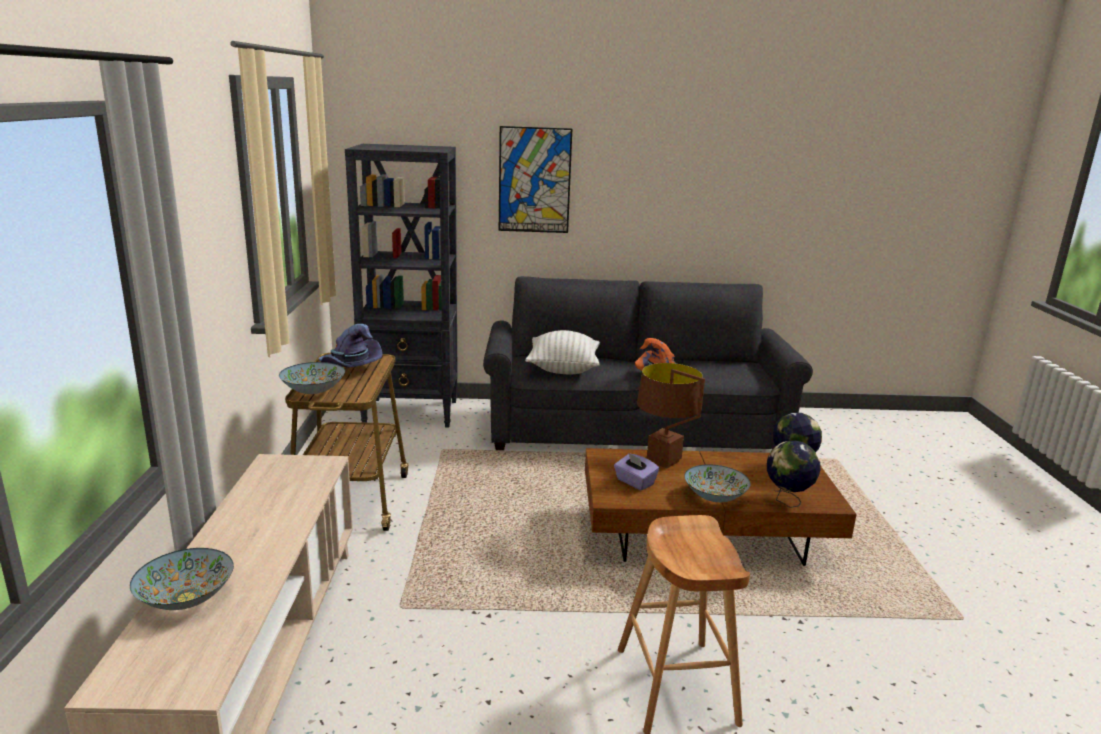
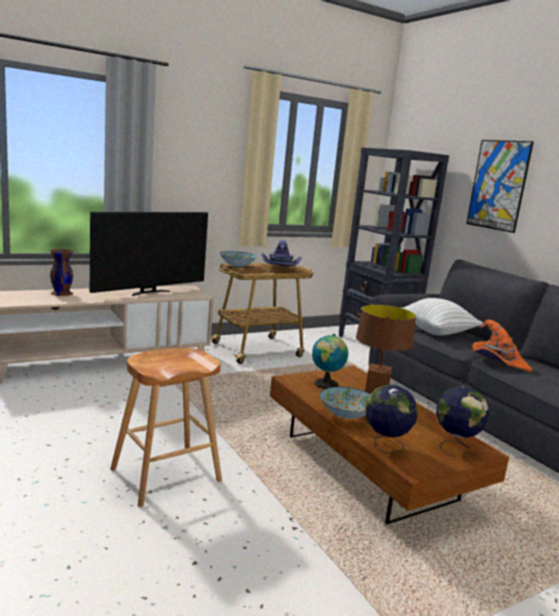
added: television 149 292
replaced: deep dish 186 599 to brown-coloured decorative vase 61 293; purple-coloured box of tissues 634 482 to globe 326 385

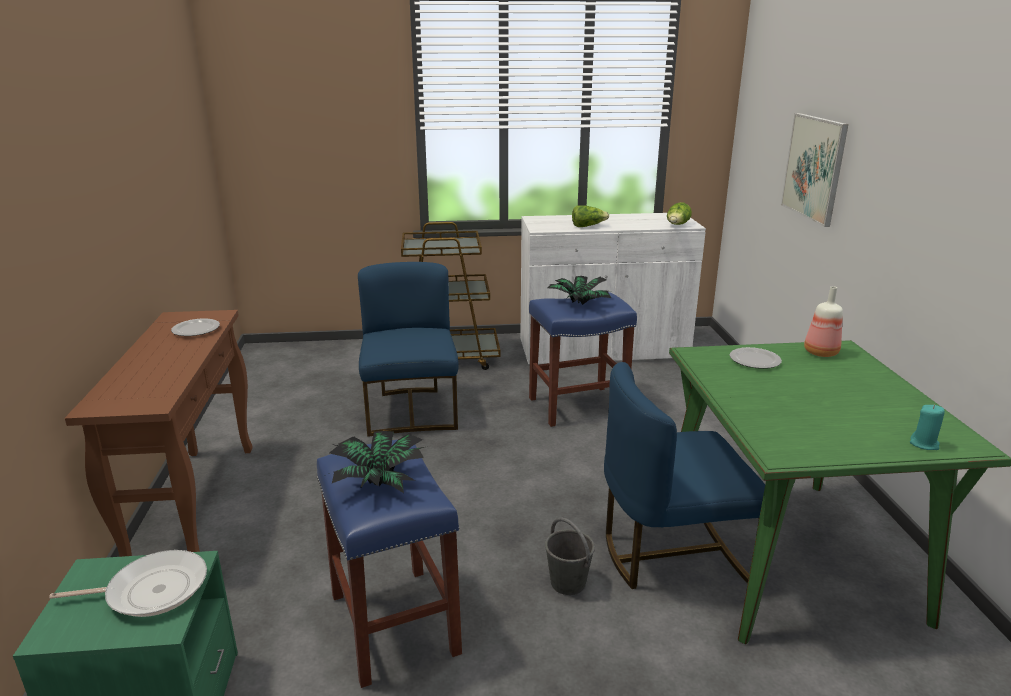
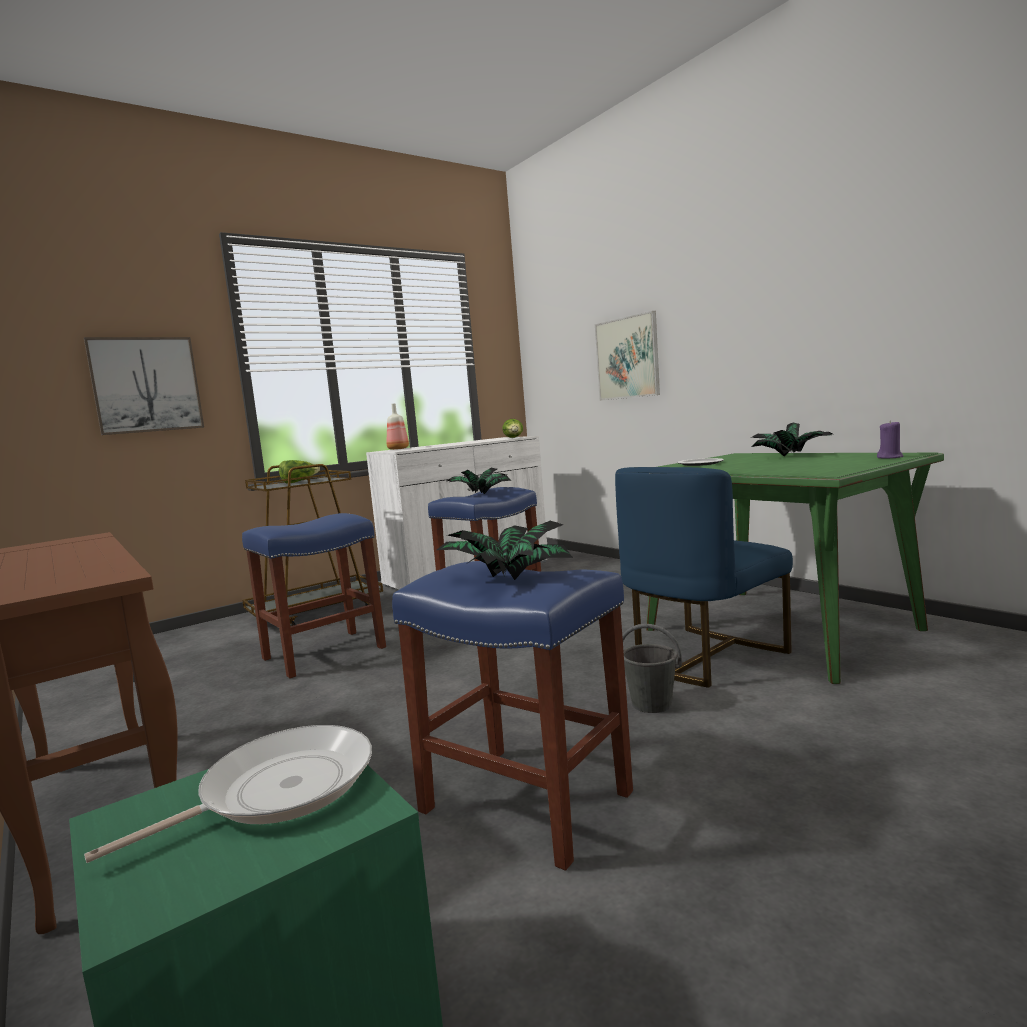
removed: flat dish 196 329
added: wall picture 146 385; houseplant 791 456
moved: head of lettuce 588 226 to 299 482; drink bottle 820 353 to 398 449
replaced: bluish chair 411 411 to bluish sitting stool 325 652
recoloured: turquoise candle 924 444 to purple-coloured candle 890 457

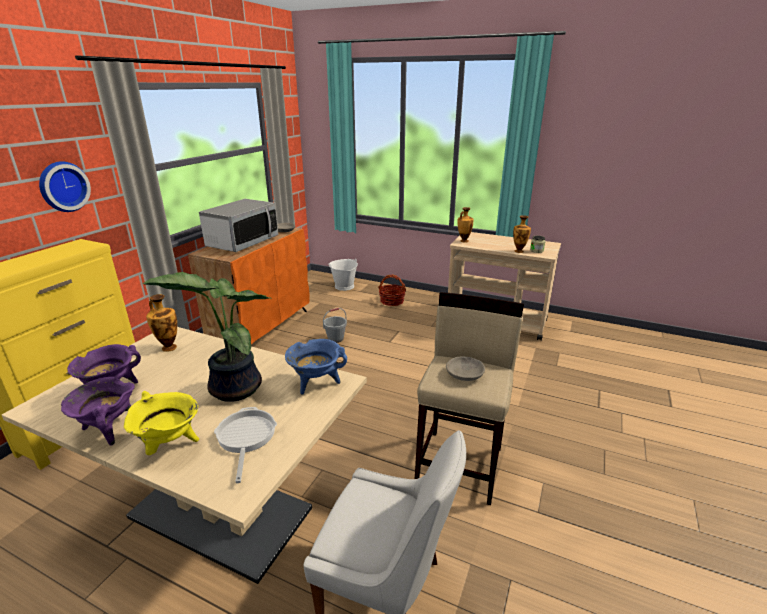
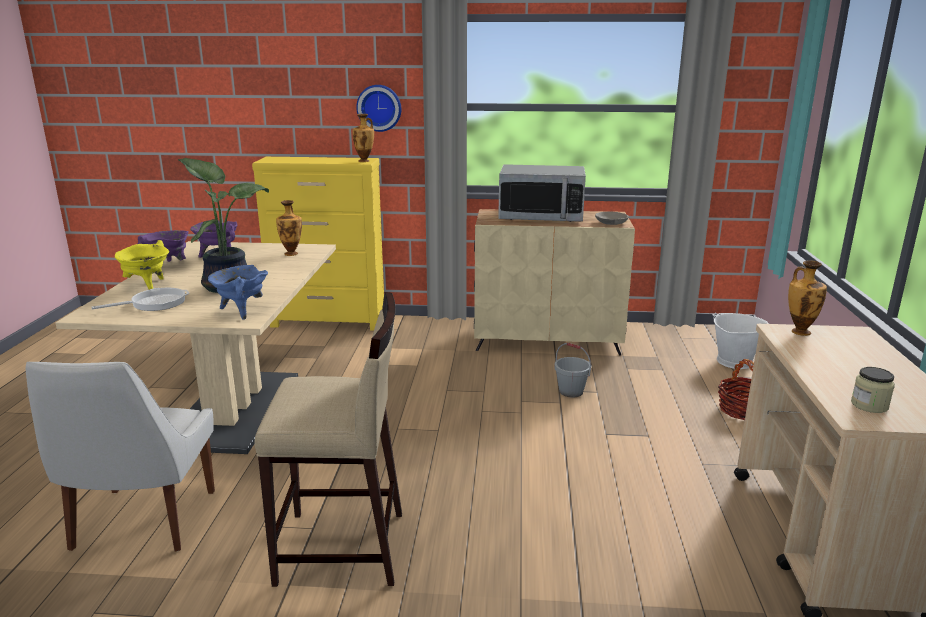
removed: grey deep dish 465 374
moved: decorative vase 519 251 to 364 161
recoloured: orangey storage cabinet 262 328 to sand-coloured storage cabinet 548 341

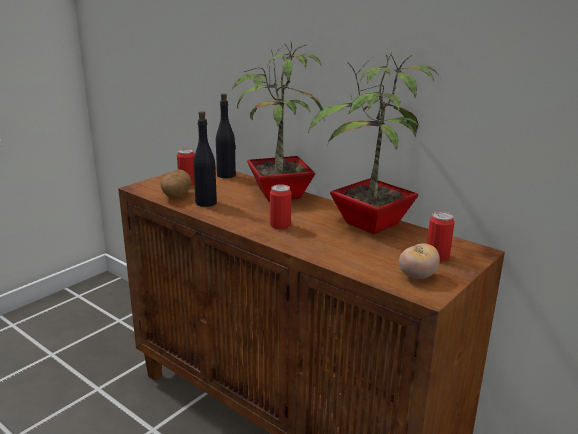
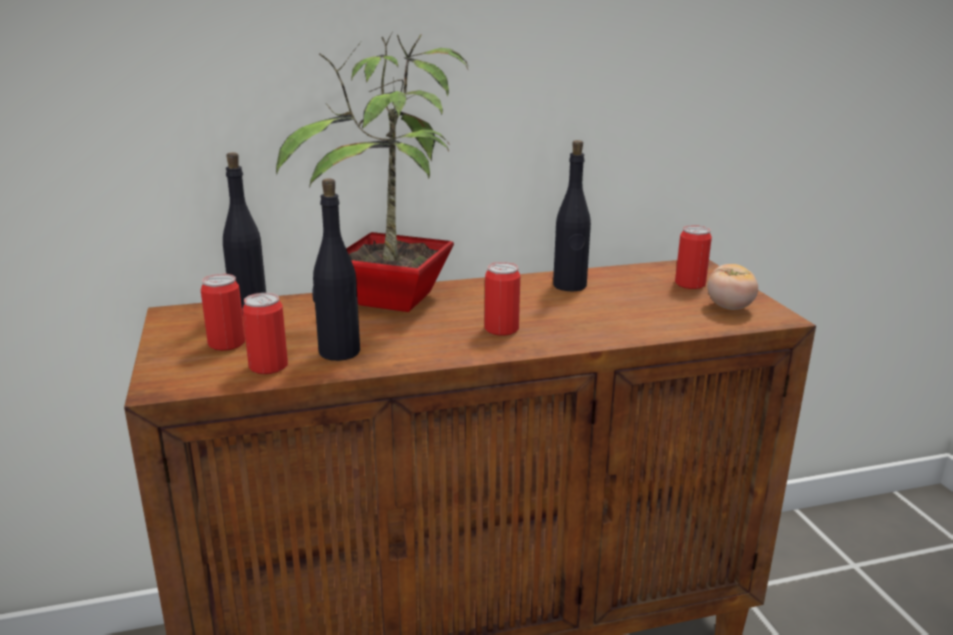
replaced: potato 176 196 to metal can 268 366; houseplant 369 225 to black-coloured drink bottle 569 286

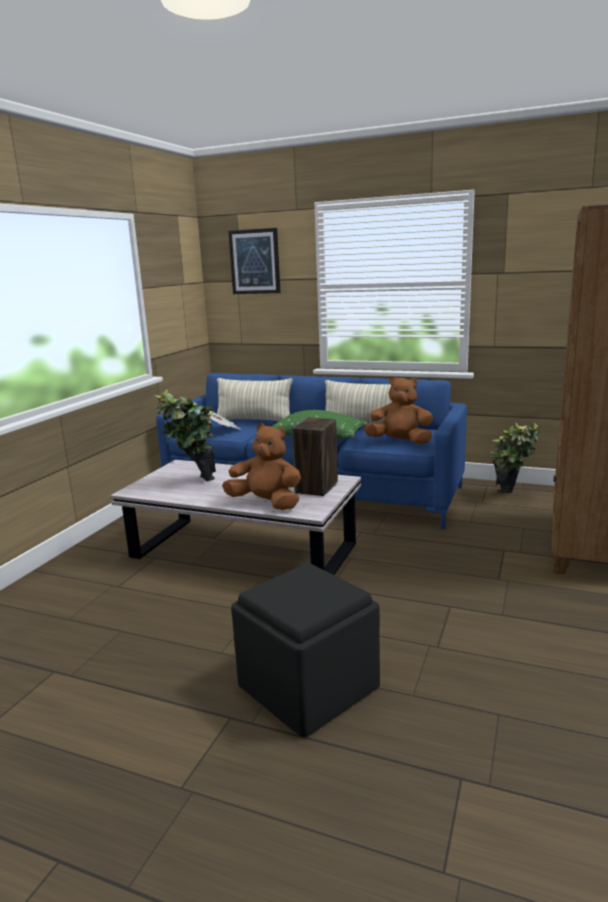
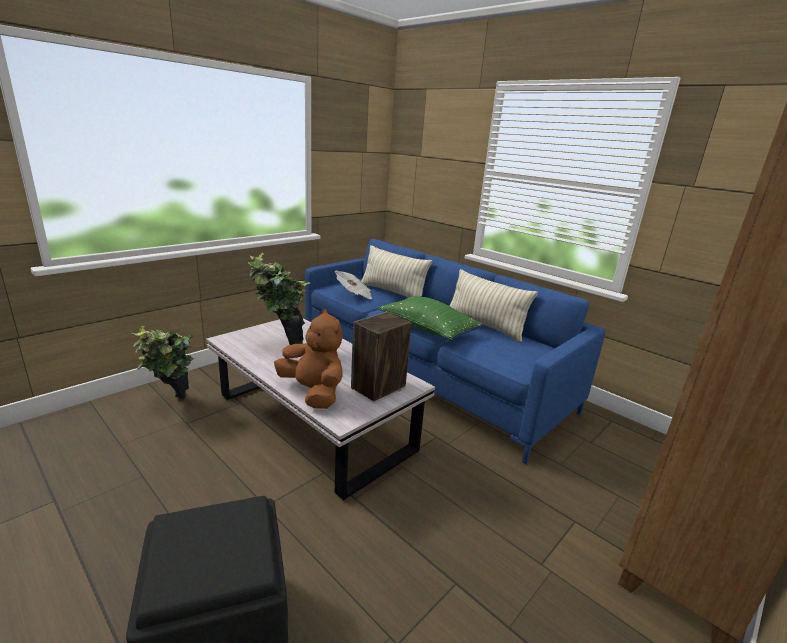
removed: wall picture 255 261; brown-coloured soft toy 400 442
moved: houseplant 512 497 to 172 405

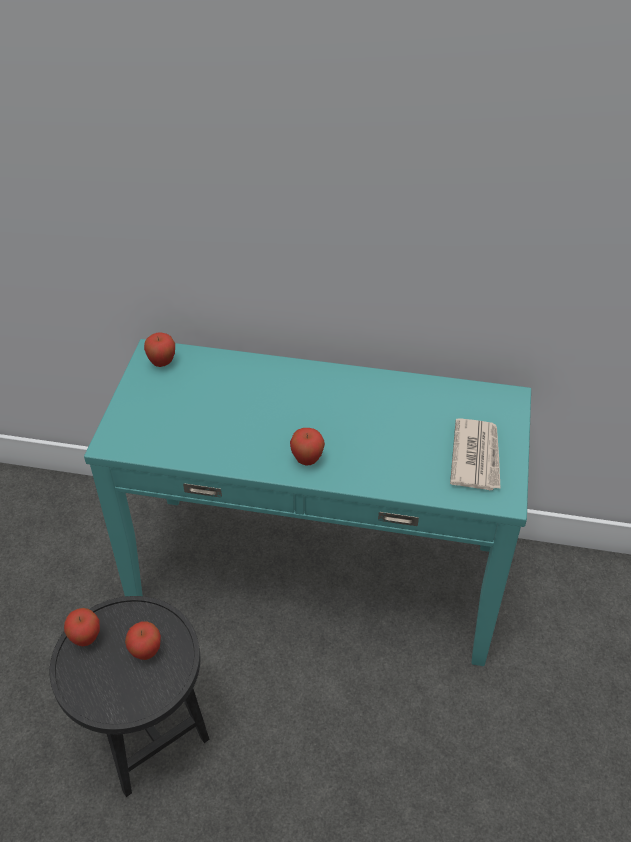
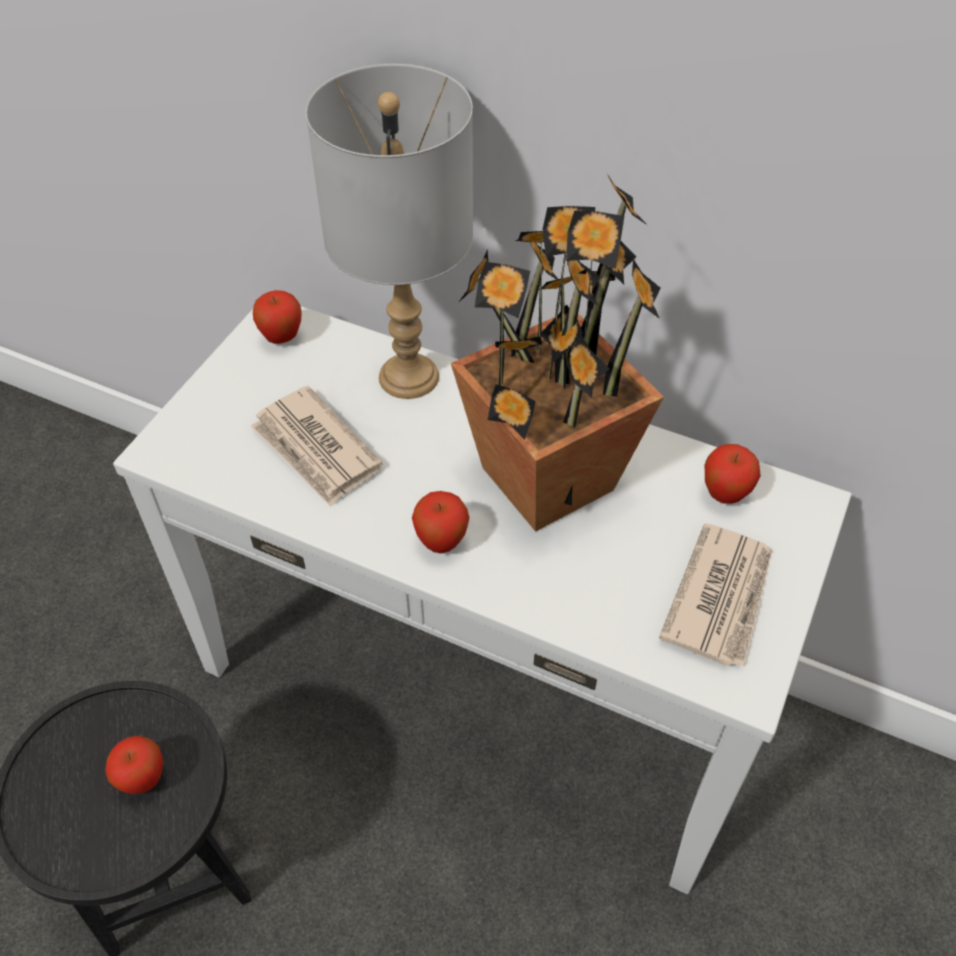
added: newspaper 316 449; grey table lamp 407 377; houseplant 545 478
moved: whole apple 86 638 to 725 494
recoloured: turquoise narrow table 315 573 to whitish narrow table 479 682

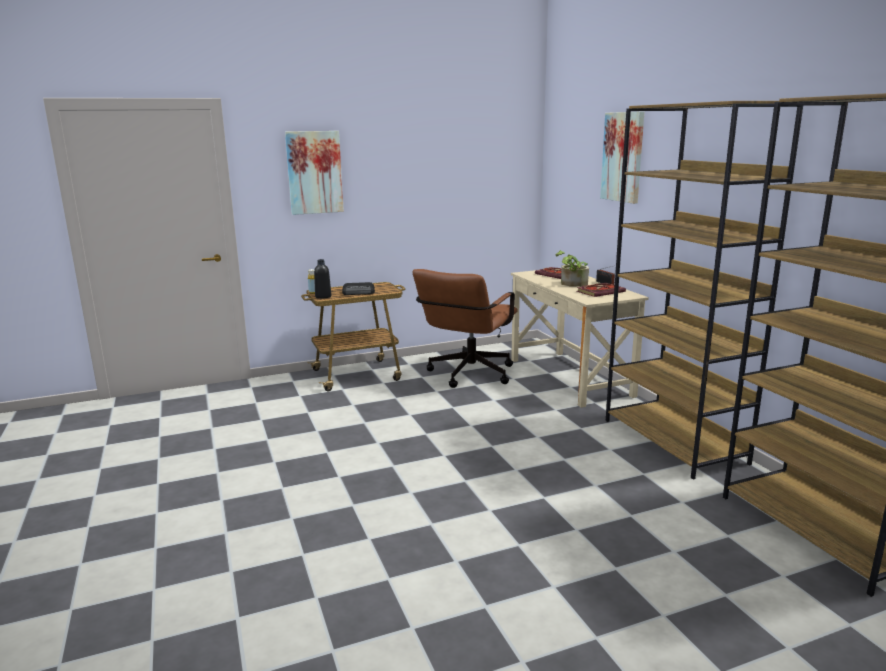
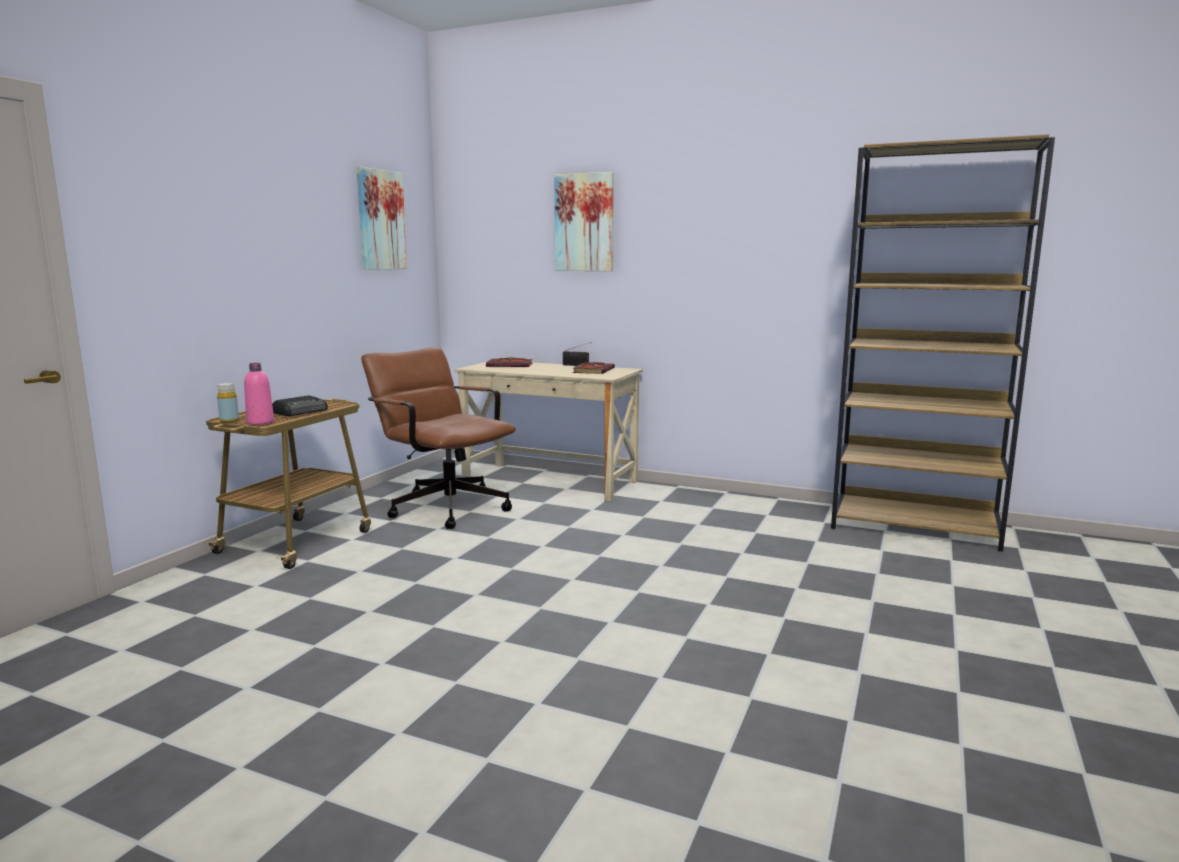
removed: houseplant 571 284; brown-coloured shelving unit 674 441
moved: wall picture 314 172 to 380 220
recoloured: black-coloured drink bottle 323 296 to pink-coloured drink bottle 260 422
turned: brown-coloured computer chair 467 376 = 443 506 150 degrees clockwise

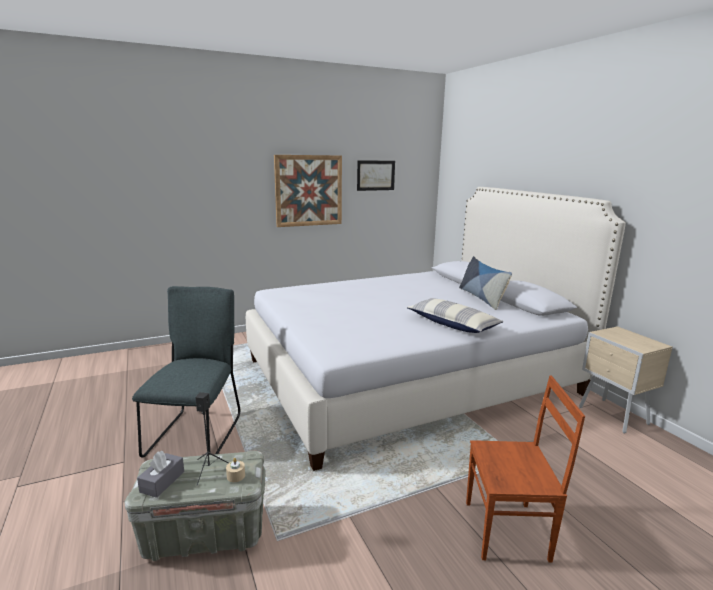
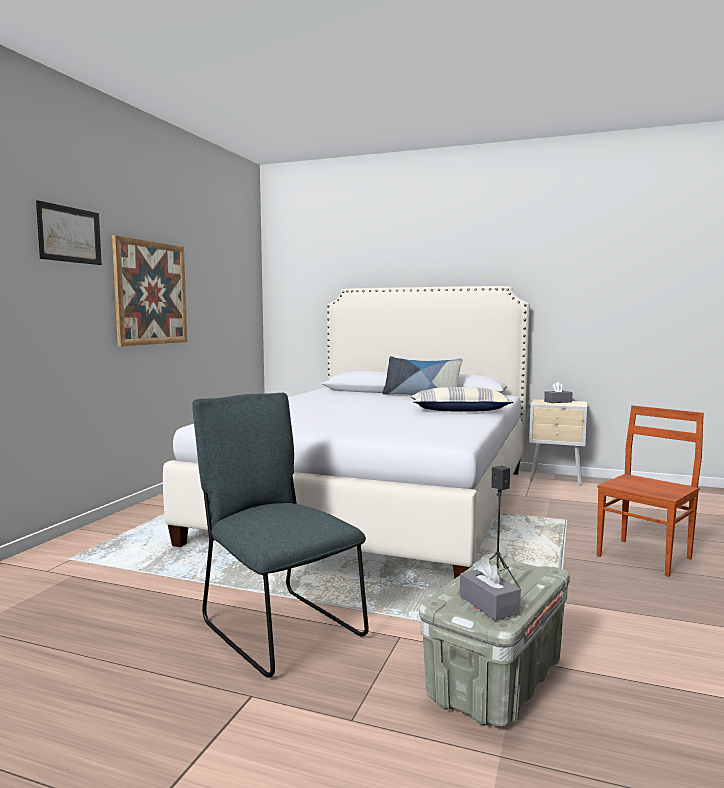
removed: sand-coloured candle 236 476
added: grey box of tissues 558 402
moved: wall picture 375 175 to 70 234

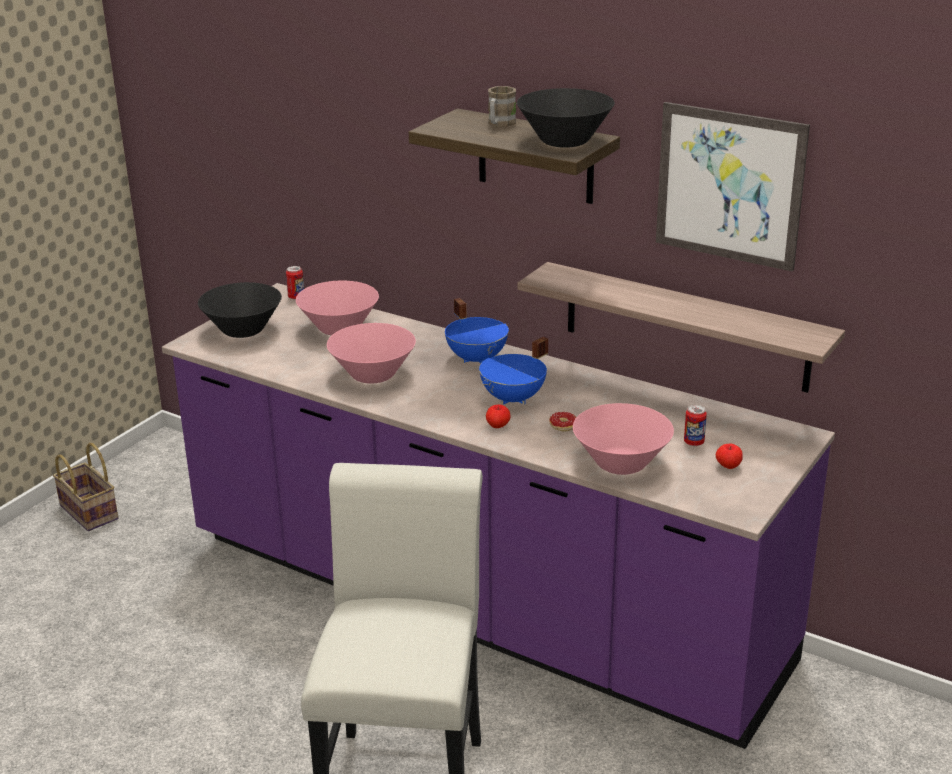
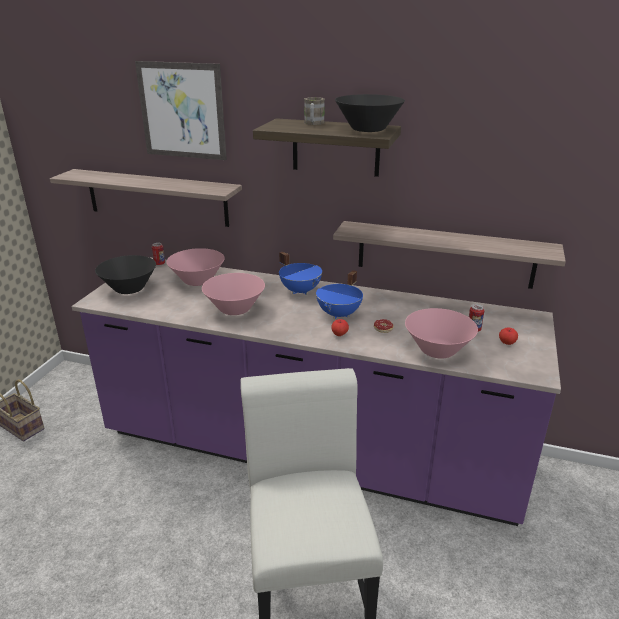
added: wall shelf 156 197
moved: wall picture 729 186 to 182 111

